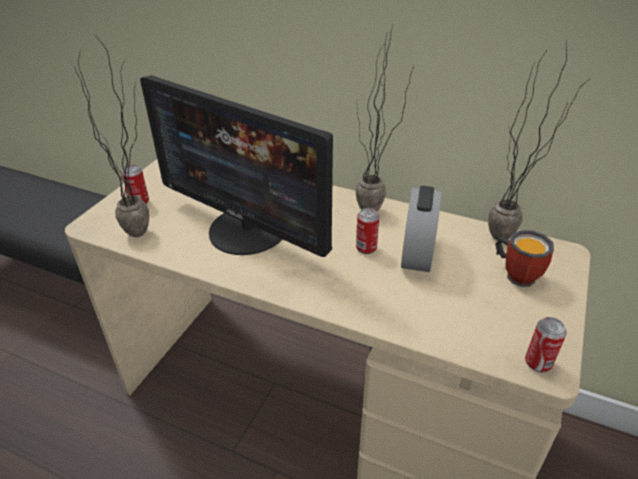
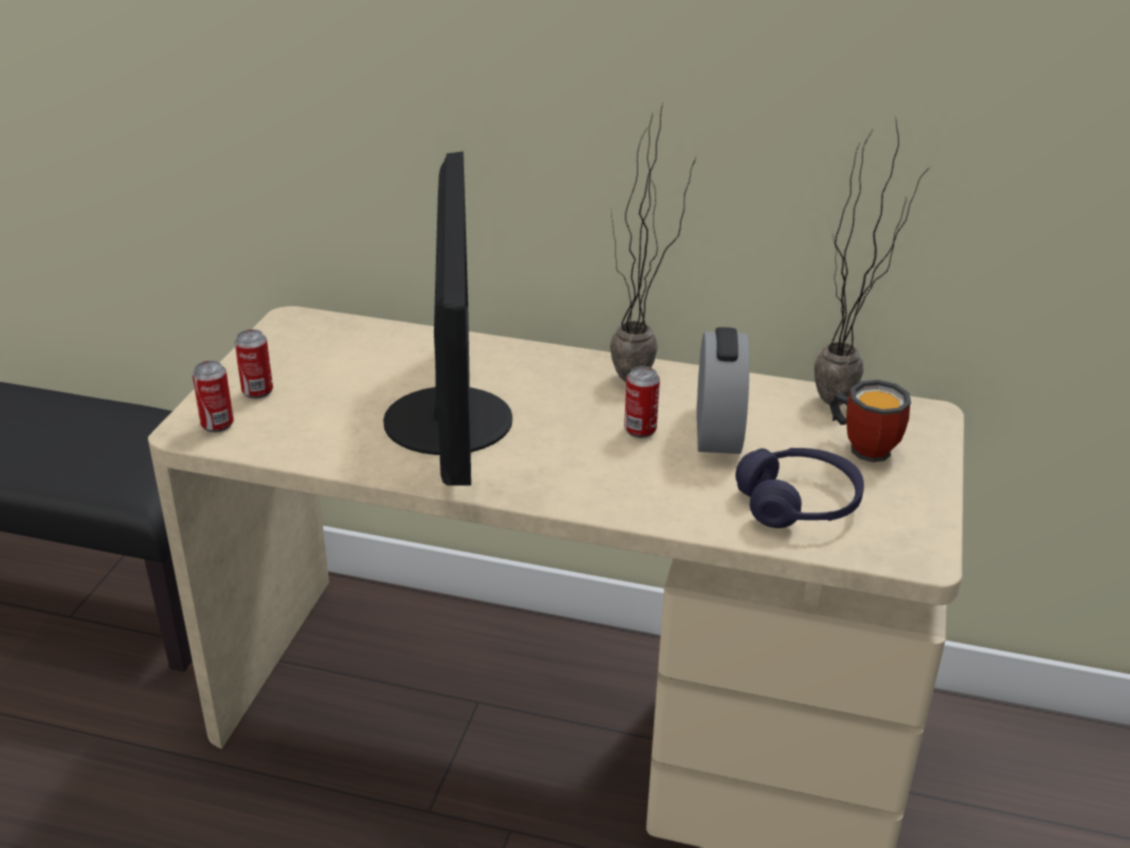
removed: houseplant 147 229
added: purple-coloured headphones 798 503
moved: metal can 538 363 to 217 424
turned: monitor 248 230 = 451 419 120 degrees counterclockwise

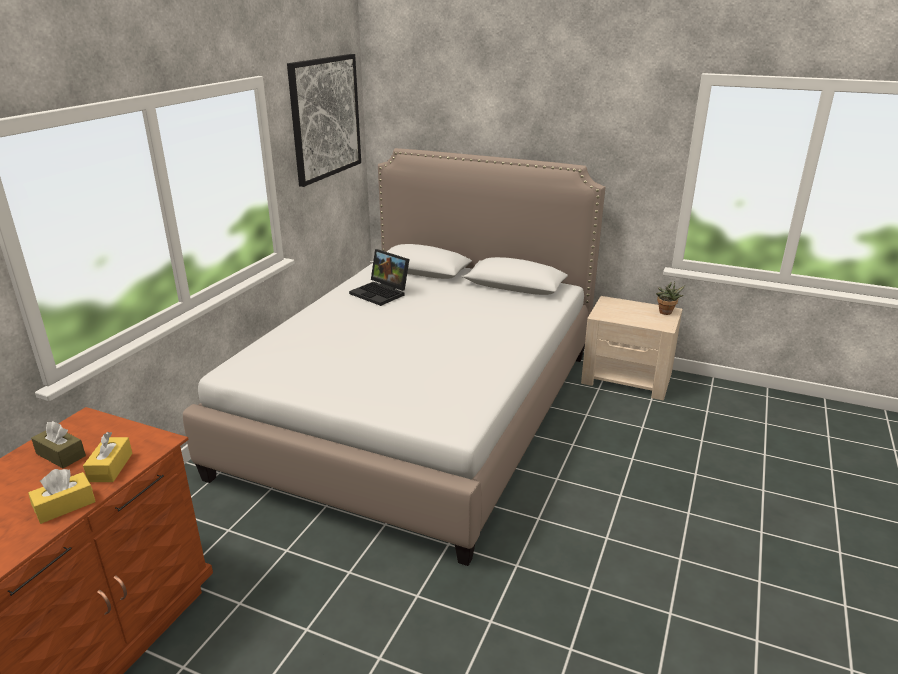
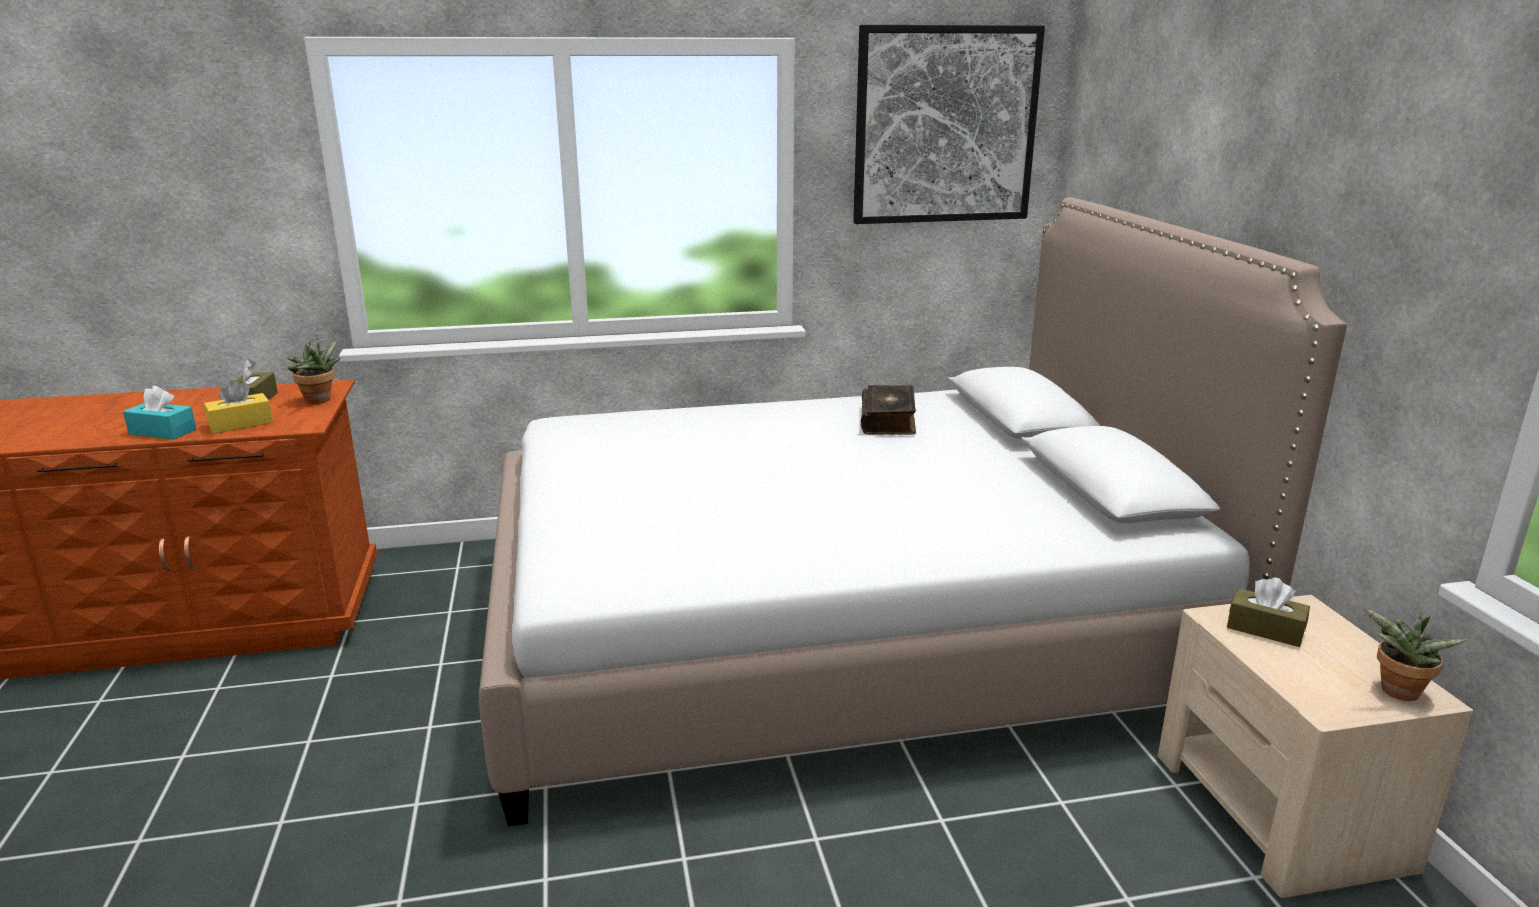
added: houseplant 320 401; brown-coloured box of tissues 1265 629
replaced: notebook computer 381 293 to book 889 420
recoloured: yellow box of tissues 65 506 to turquoise box of tissues 162 431

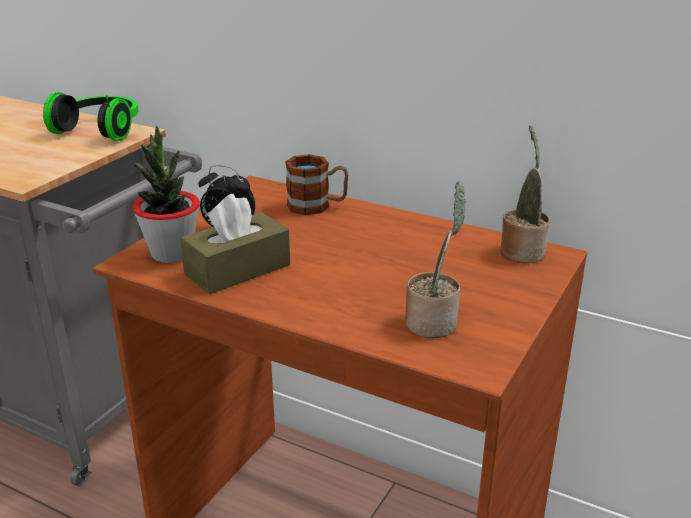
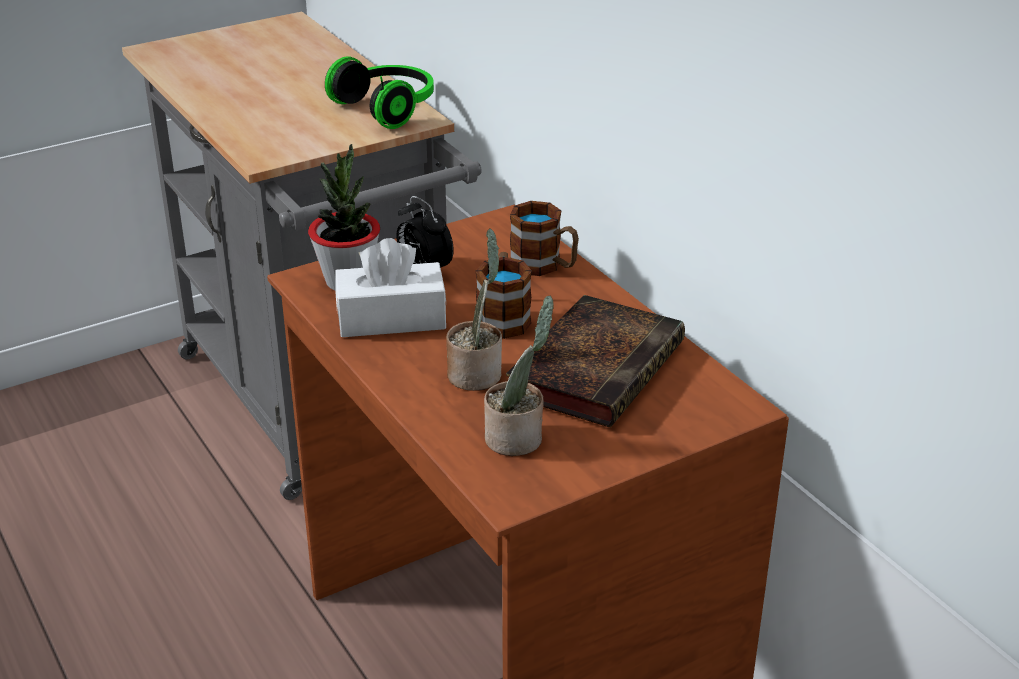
added: coffee mug 503 316; book 597 367
moved: houseplant 522 251 to 477 373
recoloured: brown-coloured box of tissues 237 269 to whitish box of tissues 391 318

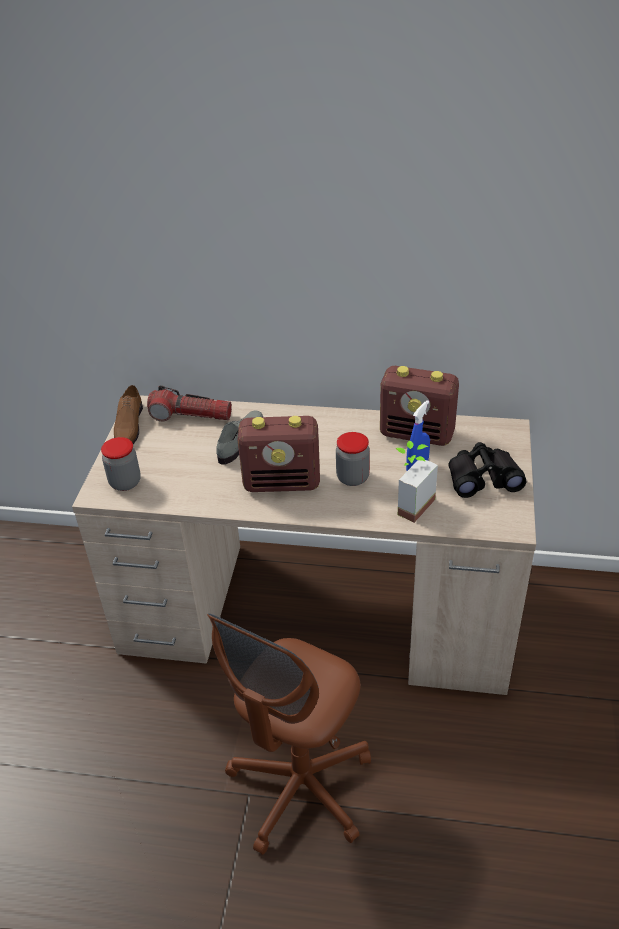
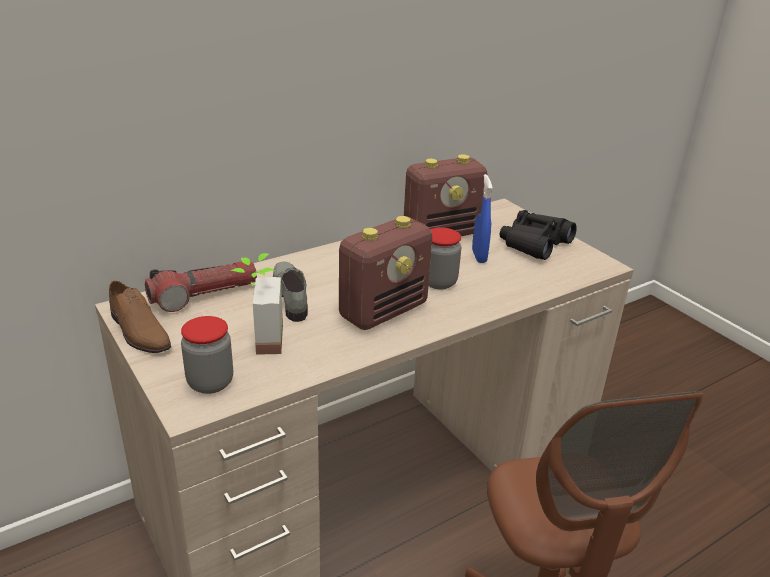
moved: houseplant 409 504 to 259 339

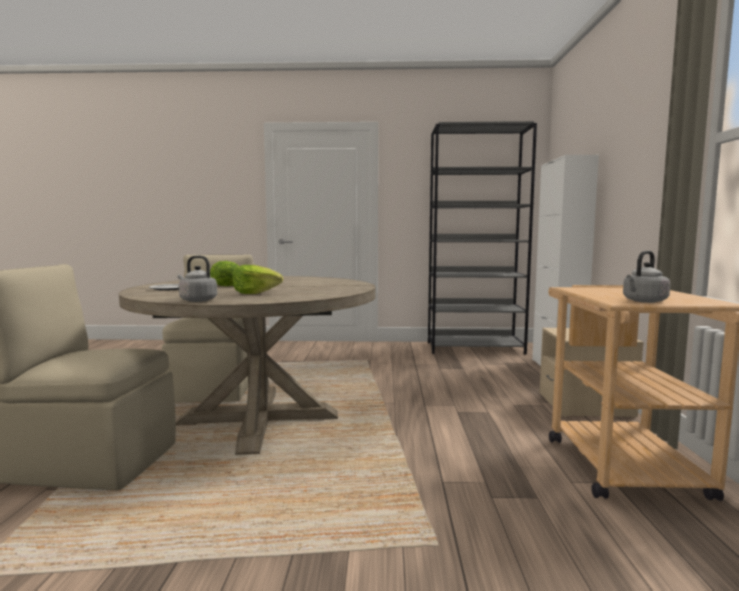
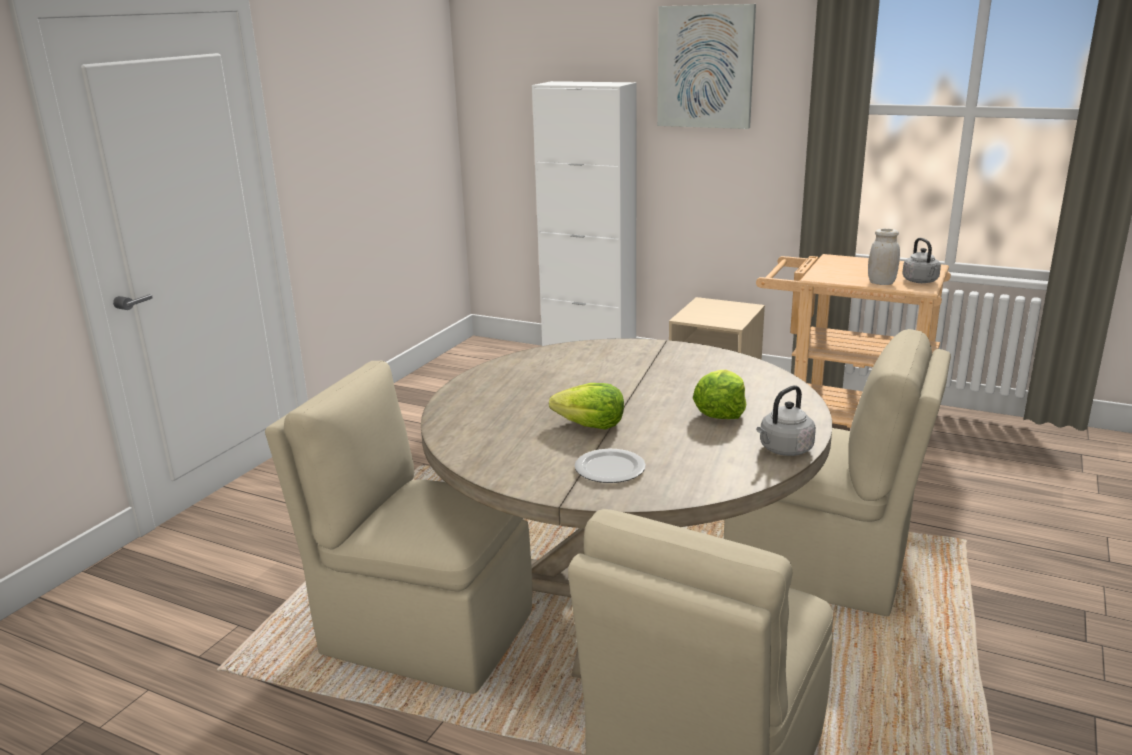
removed: grey shelving unit 475 348
added: wall picture 705 67; sand-coloured chair 821 567; whitish storage jar 881 283

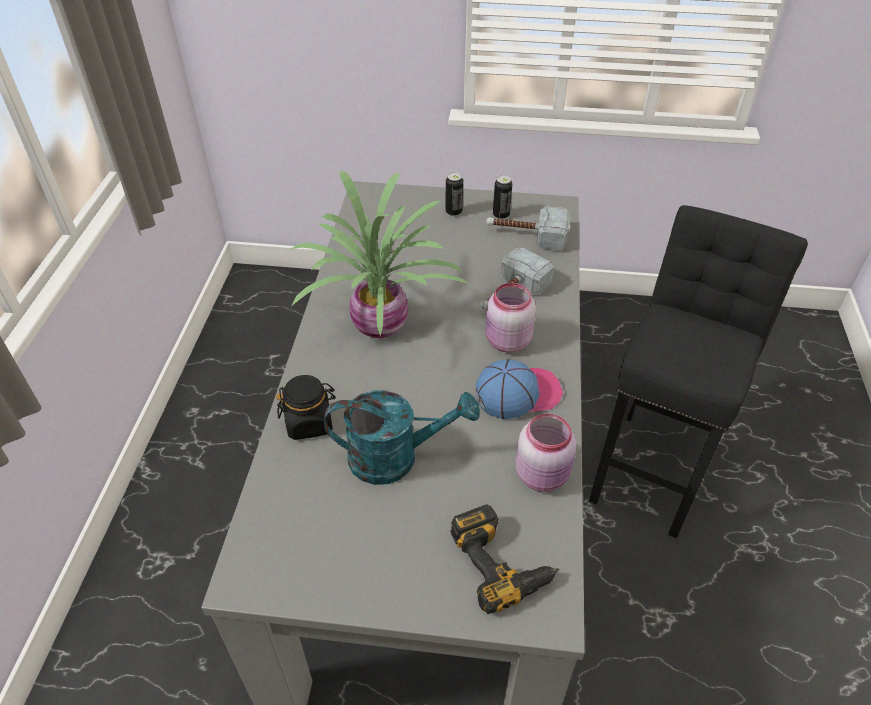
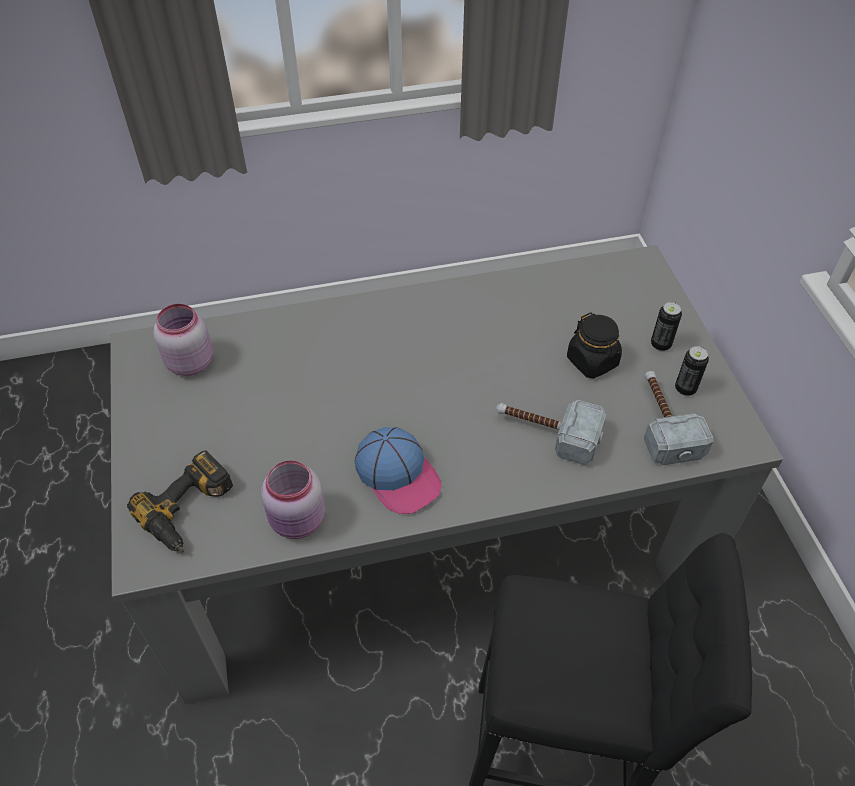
removed: houseplant 382 324; turquoise sprinkling can 396 457
moved: pink-coloured storage jar 506 341 to 189 362; black-coloured storage jar 309 422 to 592 361

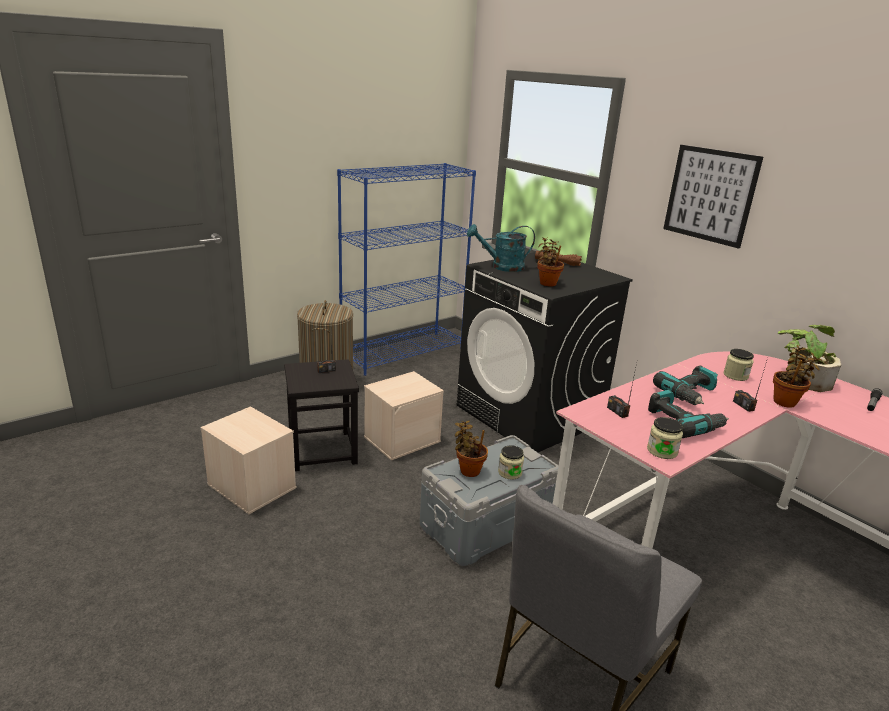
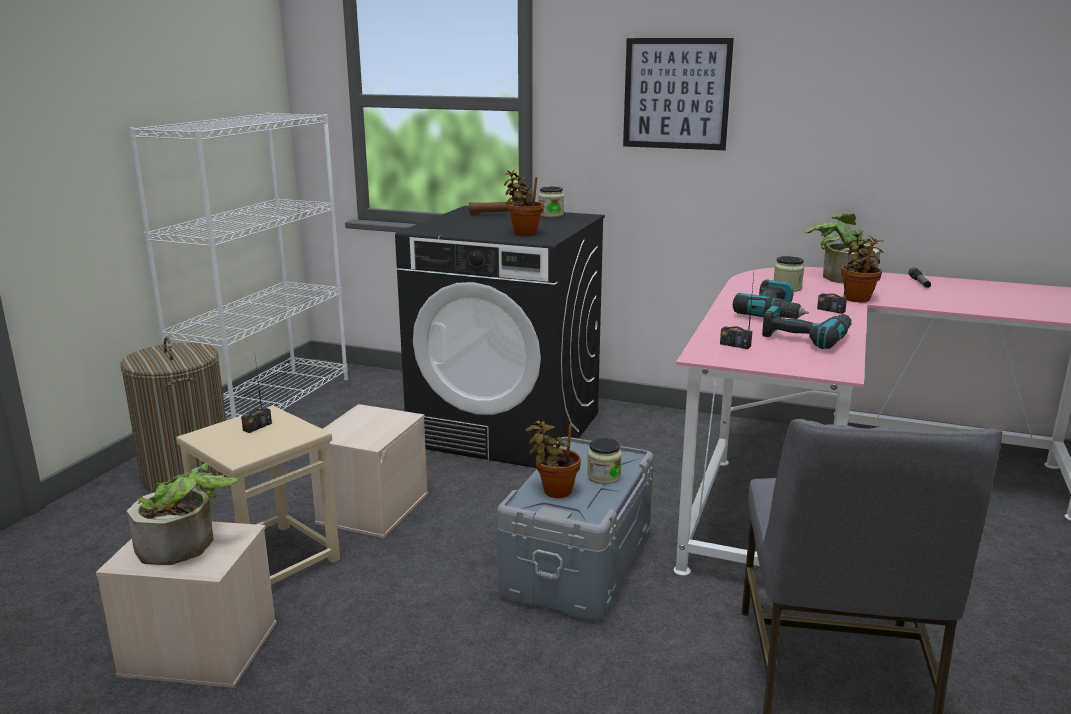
removed: turquoise sprinkling can 502 267
added: houseplant 186 545
moved: storage jar 662 451 to 551 215
recoloured: bluish shelving unit 403 352 to whitish shelving unit 268 405; black-coloured sitting stool 322 450 to sand-coloured sitting stool 269 560

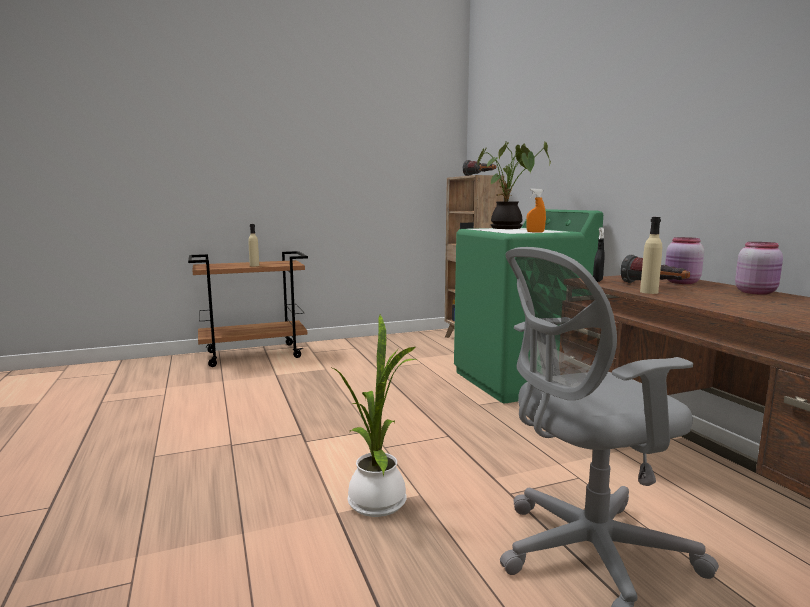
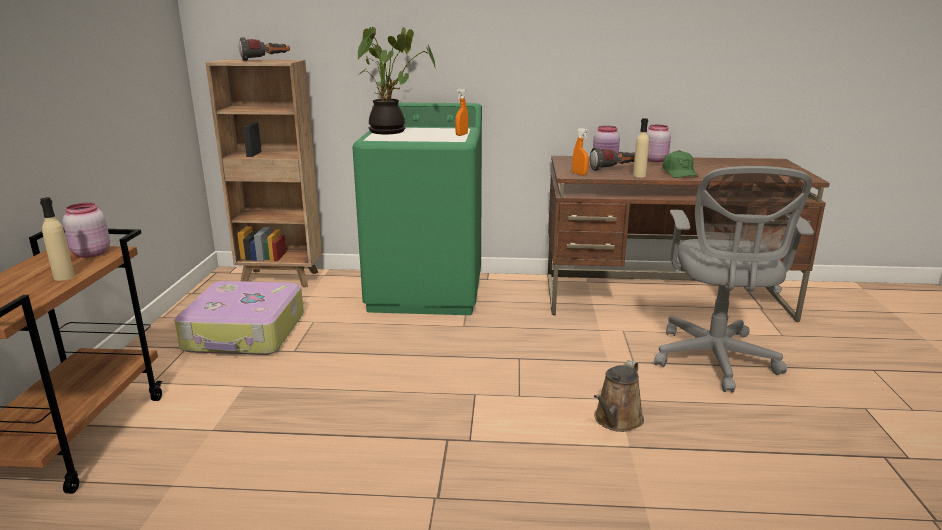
added: pink-coloured storage jar 90 253; piece of luggage 245 333; greenish baseball cap 679 173
replaced: houseplant 378 499 to brown-coloured sprinkling can 616 420
recoloured: black-coloured hand sprayer 597 281 to orangey hand sprayer 579 174

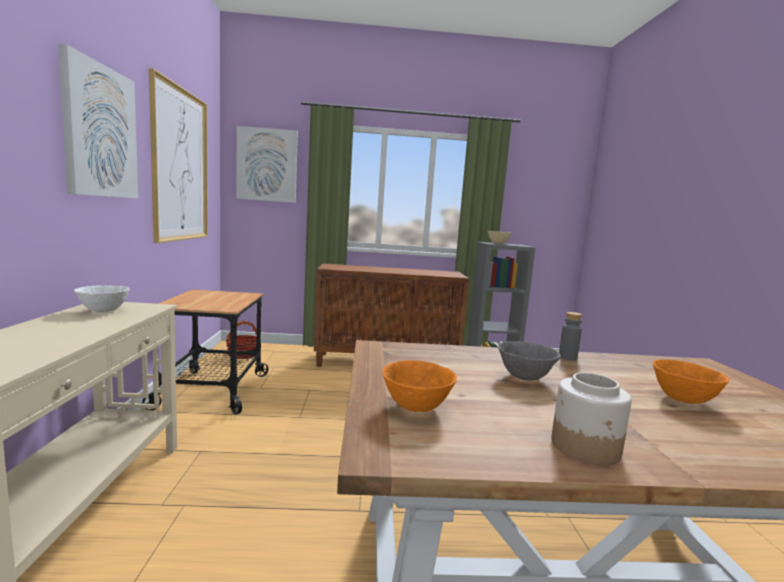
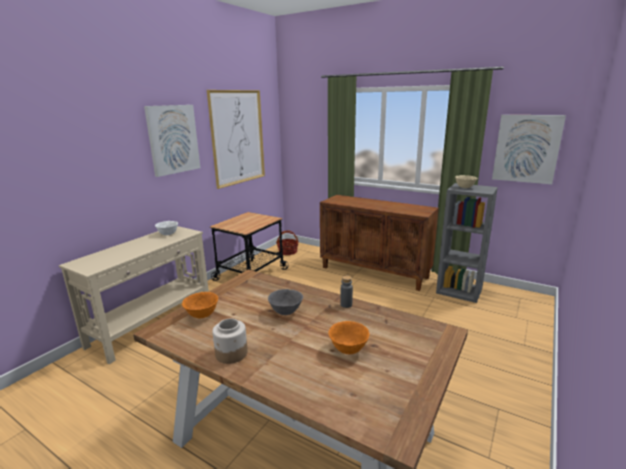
moved: wall picture 267 165 to 526 148

